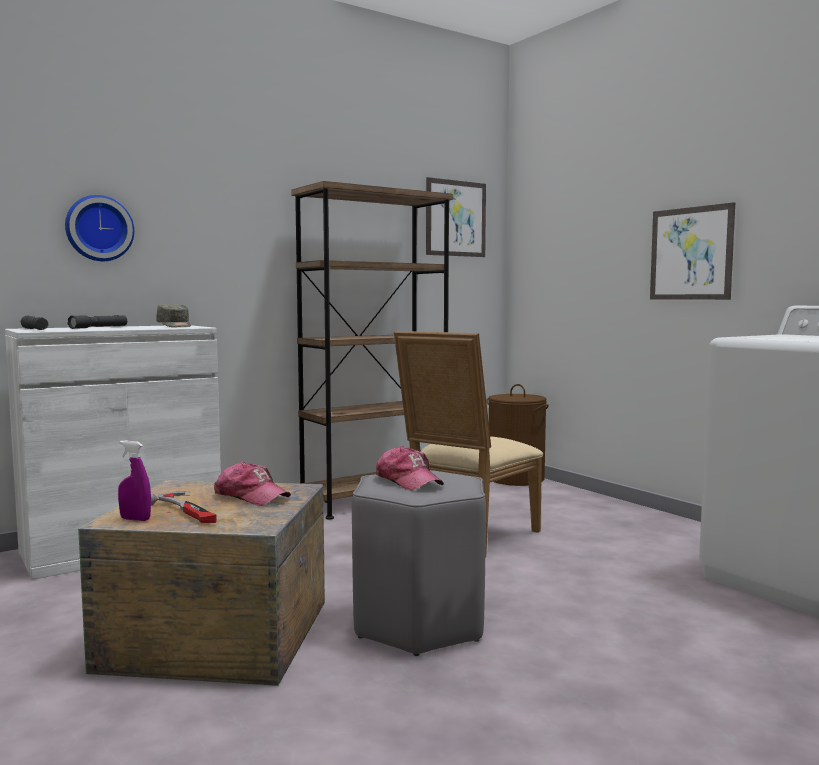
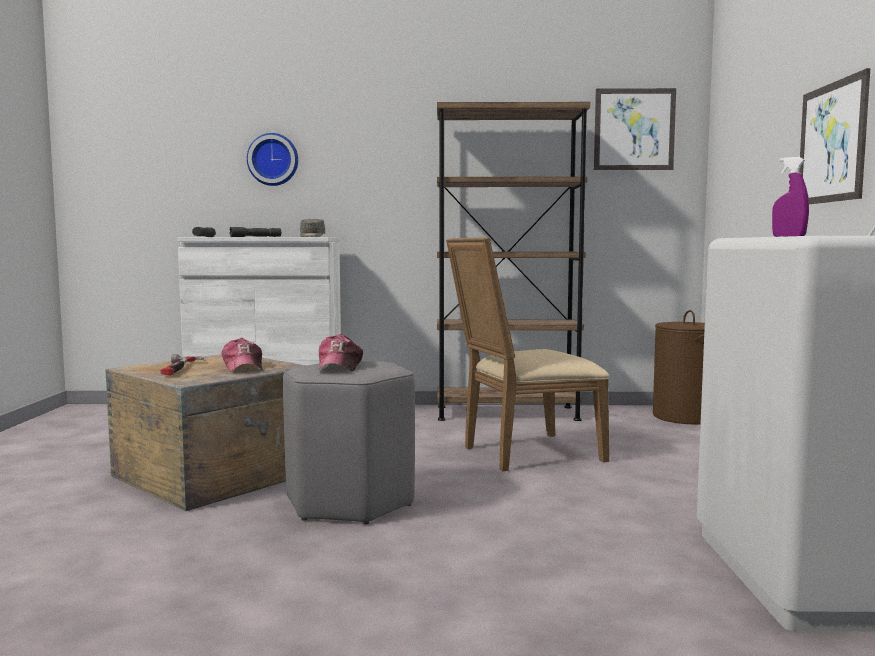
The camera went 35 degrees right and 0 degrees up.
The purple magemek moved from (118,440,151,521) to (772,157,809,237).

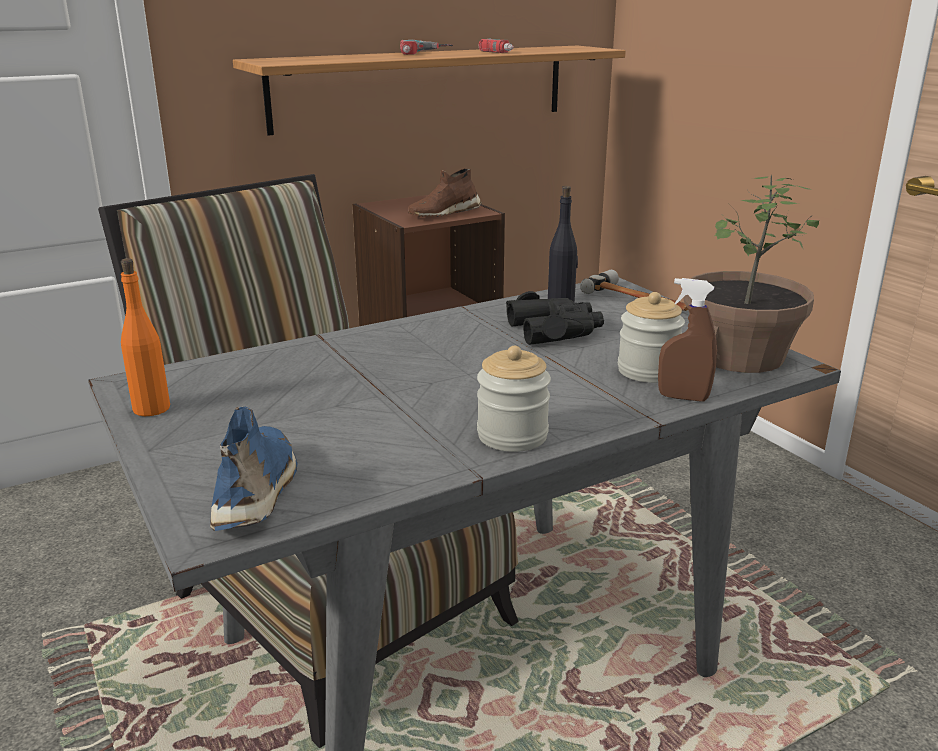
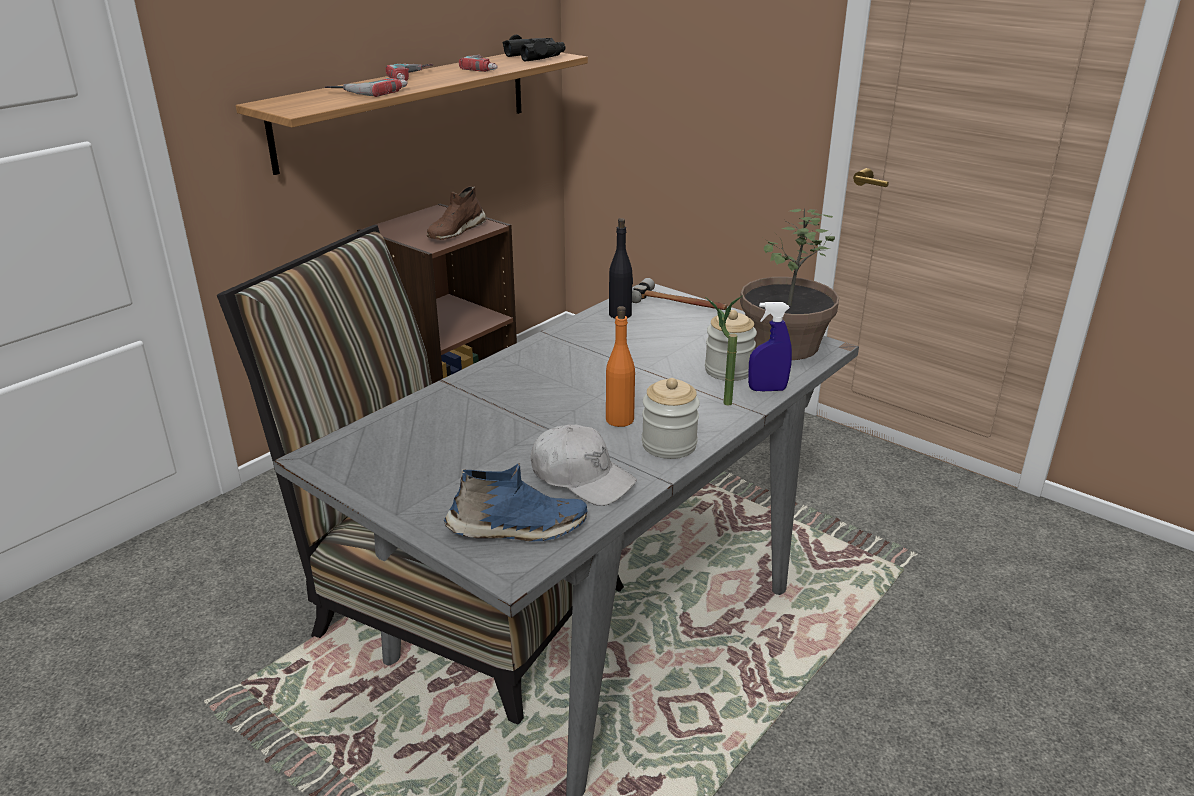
The camera went 20 degrees left and 5 degrees up.
The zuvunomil at (325,78,408,97) appeared.
The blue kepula at (210,407,298,531) turned 105 degrees clockwise.
The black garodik moved from (506,291,604,345) to (503,34,566,62).
The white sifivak at (531,424,637,506) appeared.
The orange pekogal moved from (121,258,170,416) to (606,306,635,427).
The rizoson at (707,296,742,406) appeared.
The brown magemek at (658,278,717,401) became the blue magemek at (748,302,792,391).

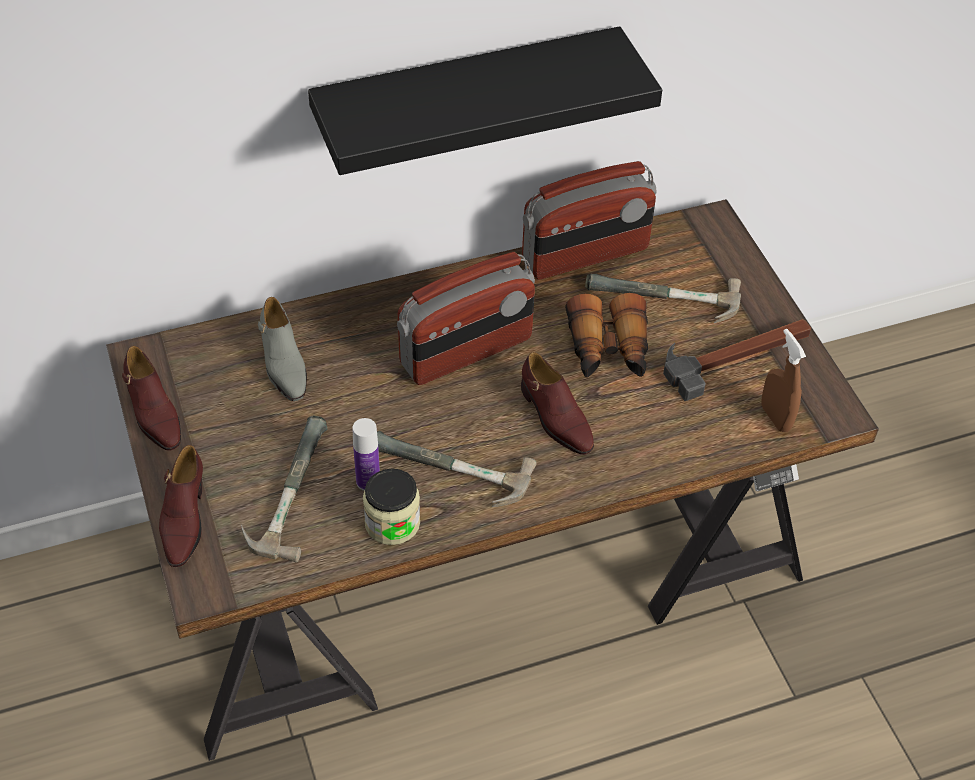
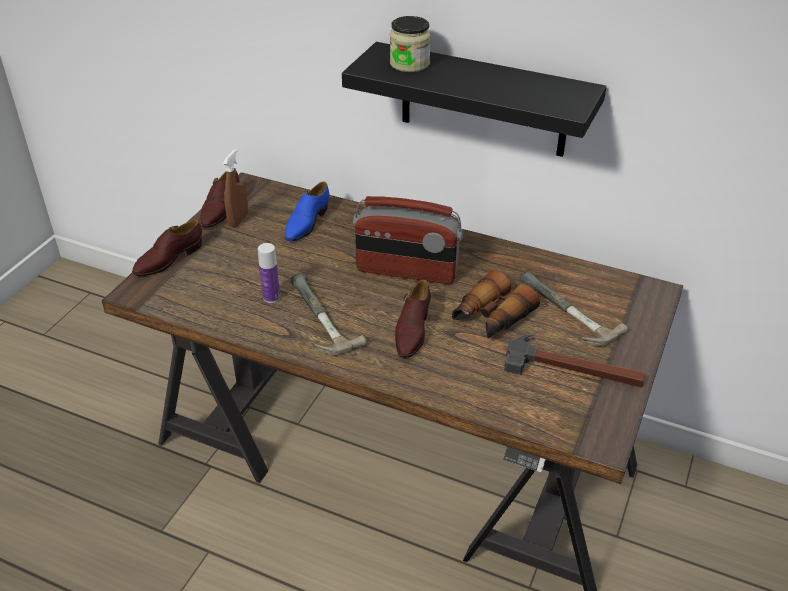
The camera went 45 degrees right and 10 degrees down.
The brown magemek moved from (761,329,806,432) to (223,149,248,228).
The grey kepula at (258,297,307,401) became the blue kepula at (285,181,329,241).
The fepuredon moved from (363,469,420,545) to (390,16,431,72).
The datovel at (241,415,328,562) disappeared.
The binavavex at (522,161,657,279) disappeared.

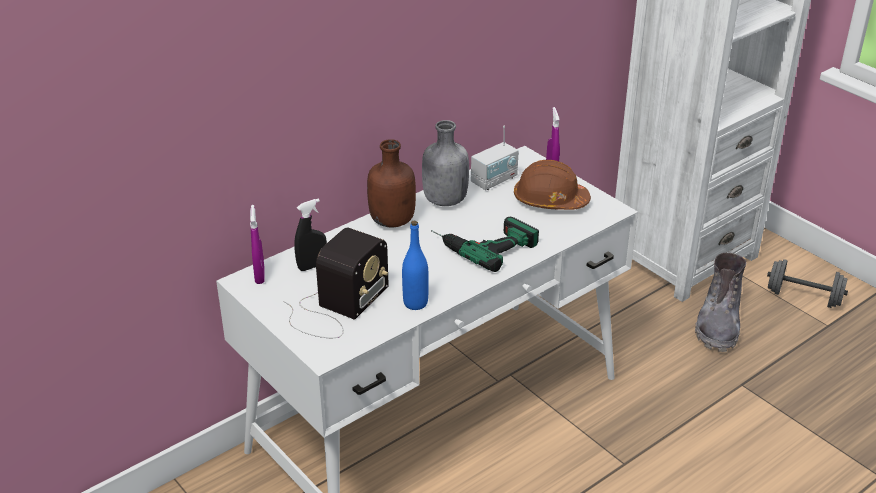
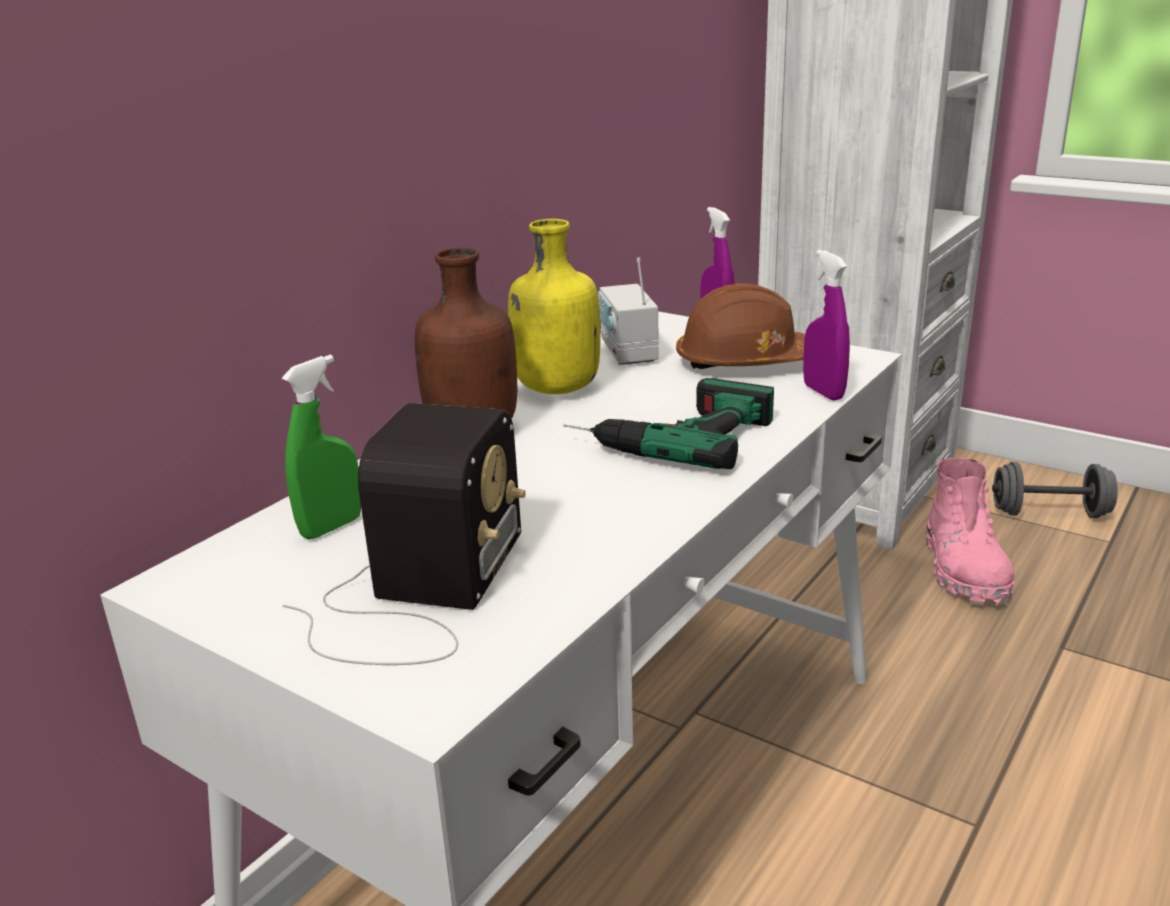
The camera went 15 degrees left and 10 degrees down.
The black magemek at (294,198,327,271) became the green magemek at (282,355,361,539).
The grey pekogal at (422,120,469,206) became the yellow pekogal at (508,219,600,394).
The binavavex at (471,125,519,190) turned 135 degrees clockwise.
The purple magemek moved from (250,205,265,284) to (803,250,850,401).
The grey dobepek at (695,253,746,352) became the pink dobepek at (926,457,1014,606).
The blue pekogal at (402,221,429,310) disappeared.

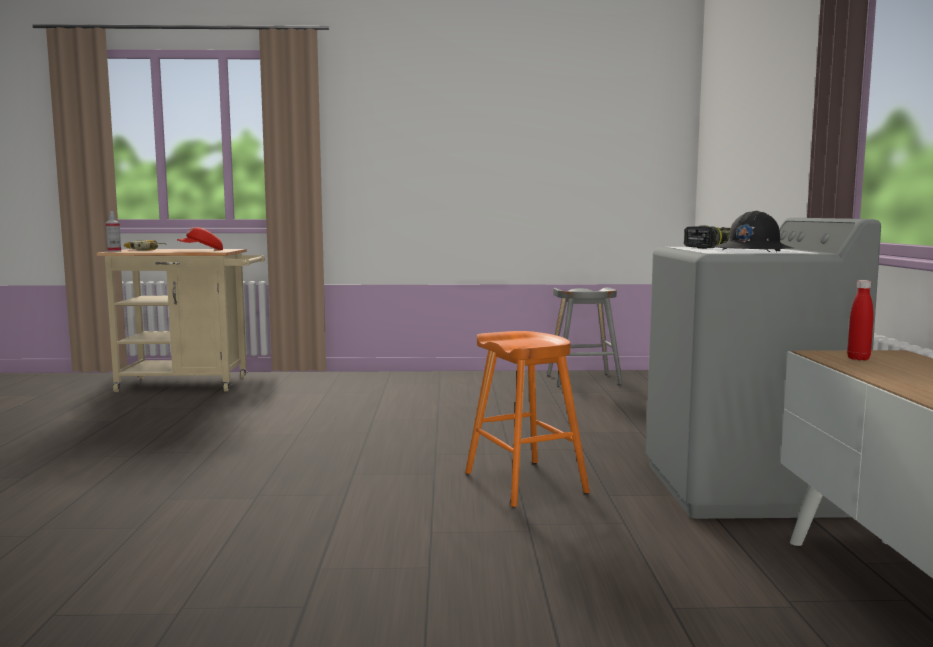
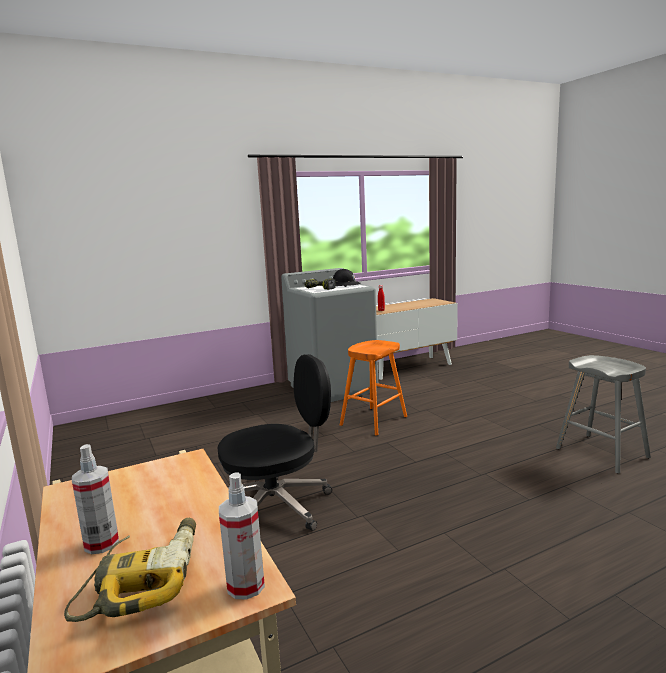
The camera went 115 degrees left and 5 degrees up.
The magemek at (72,444,119,554) appeared.
The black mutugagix at (217,354,332,531) appeared.
The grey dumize moved from (547,287,623,386) to (556,355,651,474).
The red sifivak at (177,227,223,251) disappeared.

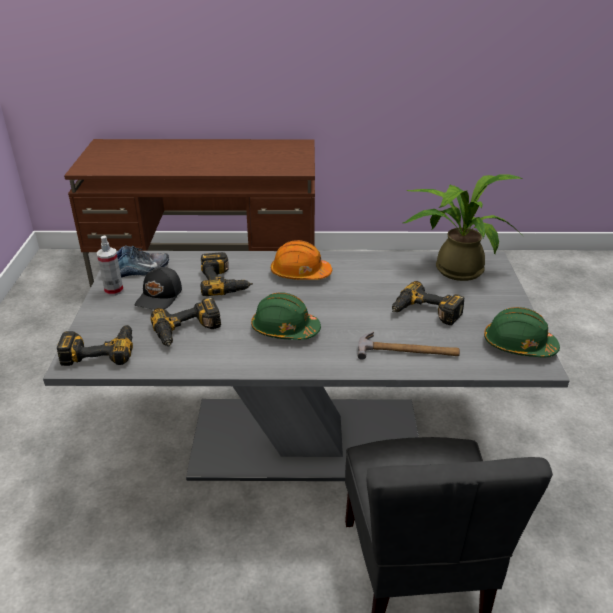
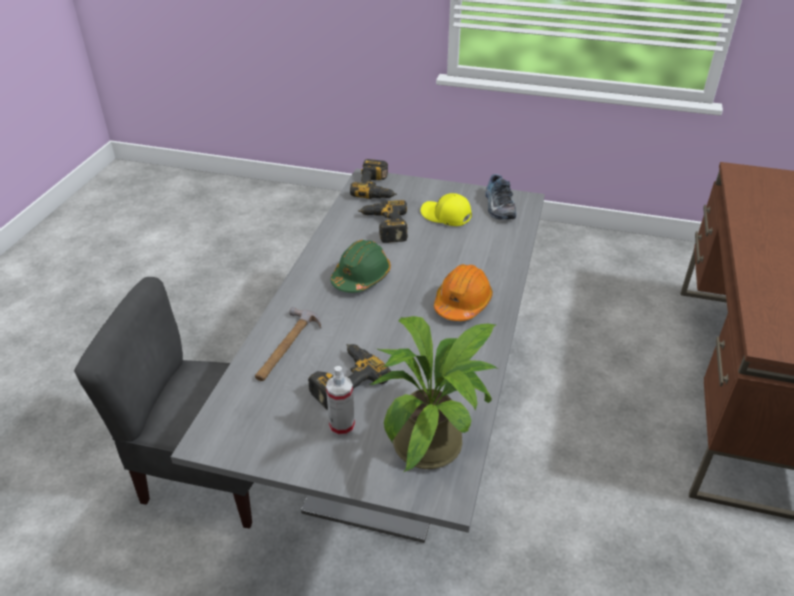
The camera went 105 degrees right and 5 degrees up.
The magemek moved from (97,236,124,296) to (326,366,355,436).
The black sifivak at (135,267,182,310) became the yellow sifivak at (421,193,472,226).
The zuvunomil at (201,252,253,296) disappeared.
The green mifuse at (484,307,560,358) disappeared.

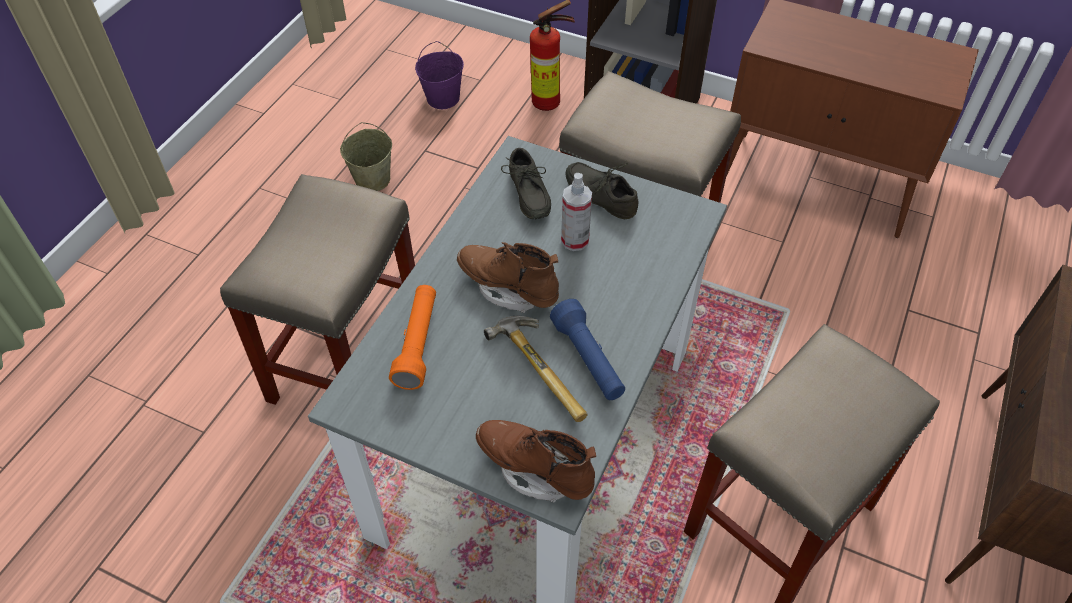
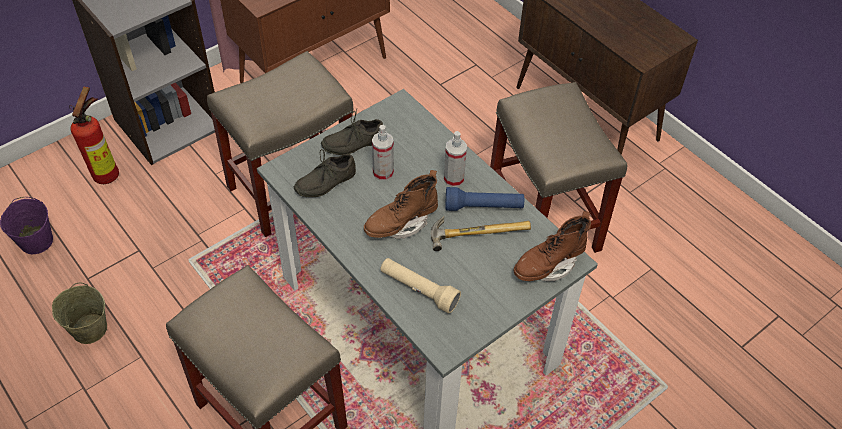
The camera went 65 degrees left and 0 degrees up.
The grey kepula at (501,148,551,219) turned 135 degrees clockwise.
The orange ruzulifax at (389,285,436,390) became the beige ruzulifax at (380,258,461,314).
The magemek at (444,131,467,187) appeared.

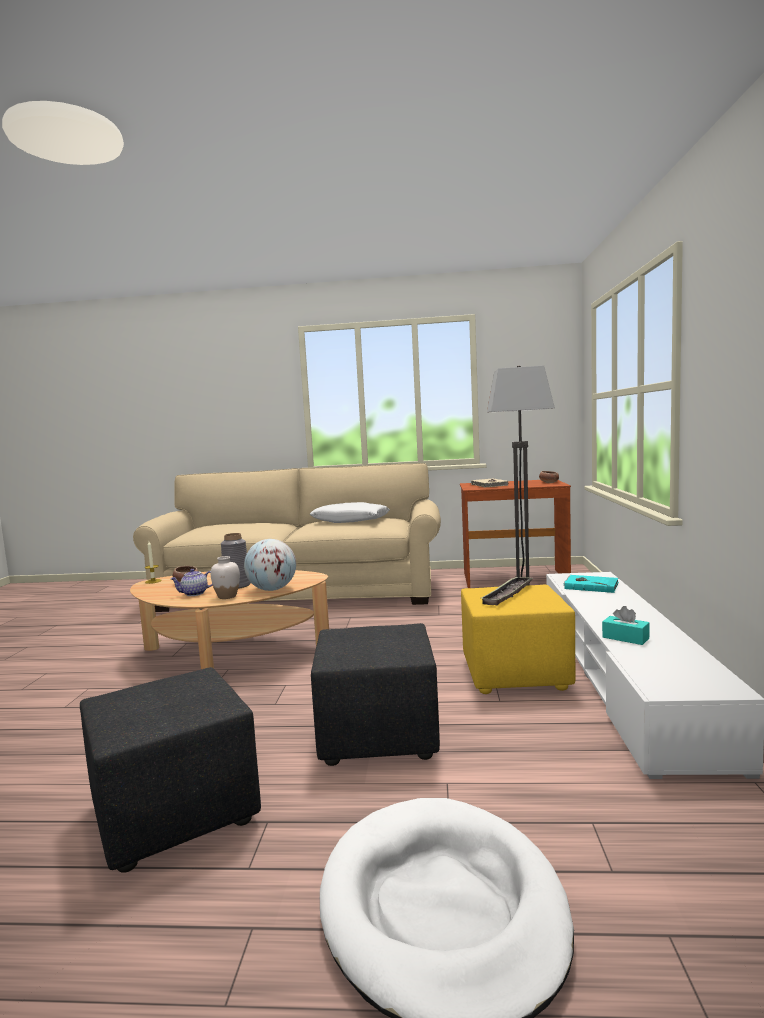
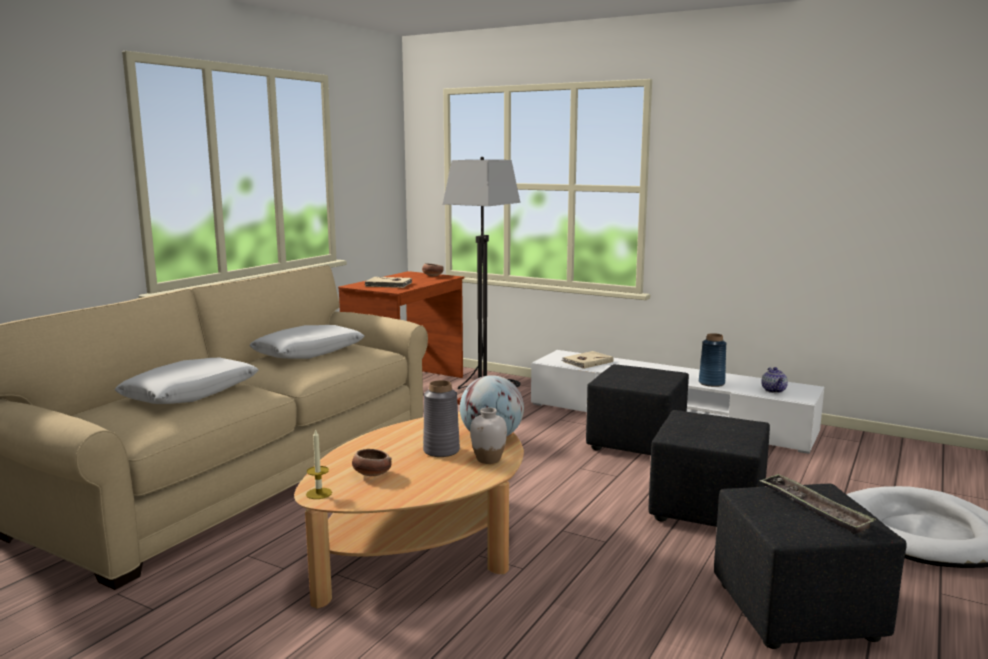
The camera went 65 degrees left and 5 degrees up.
The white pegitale at (115,358,259,404) appeared.
The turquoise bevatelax at (564,575,619,593) became the beige bevatelax at (562,351,613,369).
The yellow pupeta at (461,585,575,694) became the black pupeta at (586,364,689,455).
The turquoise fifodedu at (602,606,649,645) was replaced by the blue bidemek at (699,333,727,387).
The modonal moved from (481,577,533,605) to (760,474,876,534).
The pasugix moved from (170,569,213,596) to (761,367,788,393).

